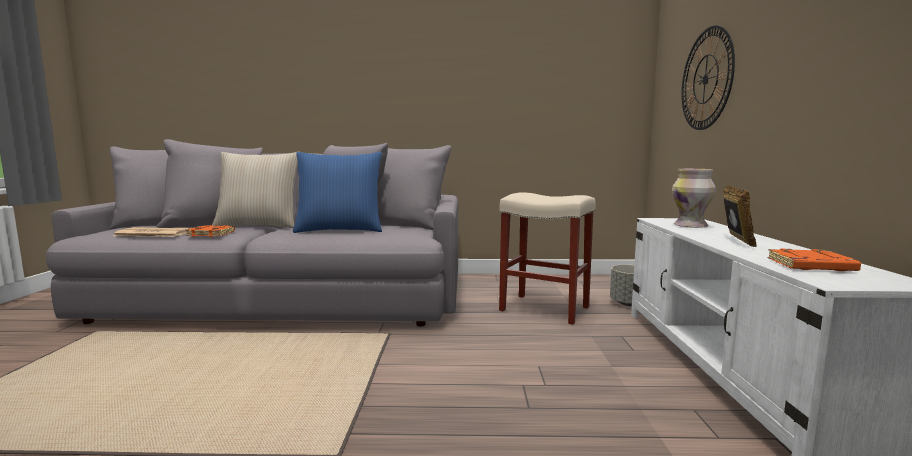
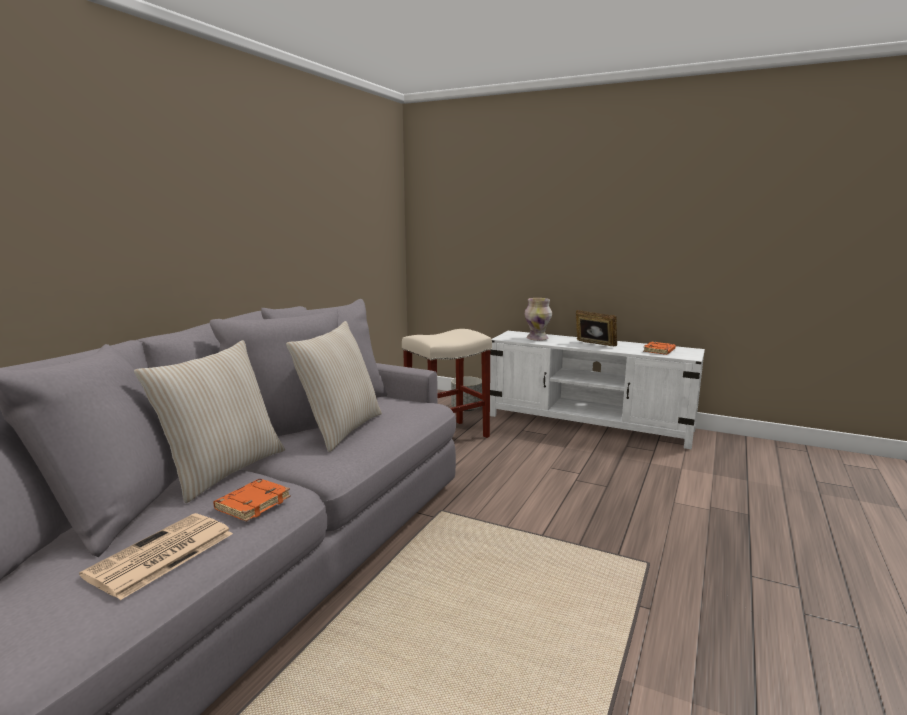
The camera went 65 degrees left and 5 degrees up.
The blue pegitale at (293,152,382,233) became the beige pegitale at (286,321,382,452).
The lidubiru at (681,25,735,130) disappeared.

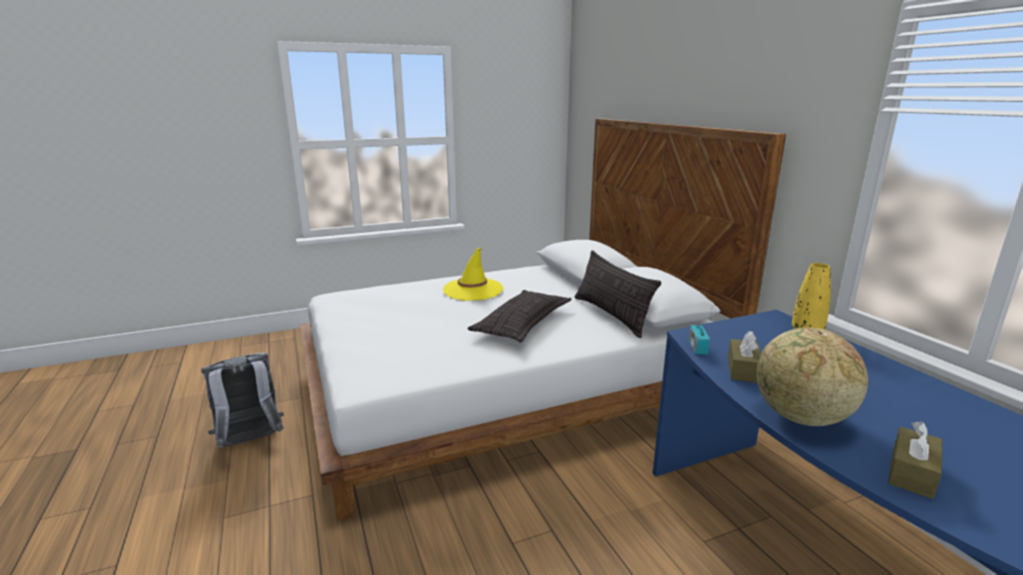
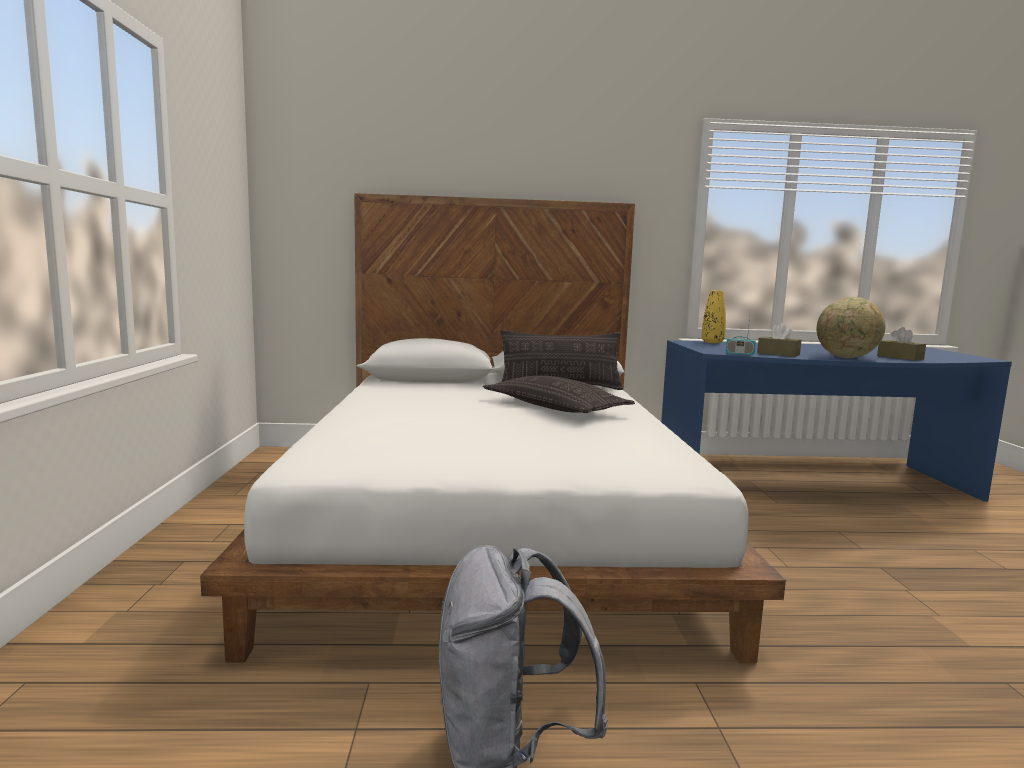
The camera went 70 degrees left and 10 degrees down.
The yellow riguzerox at (443,247,503,301) disappeared.

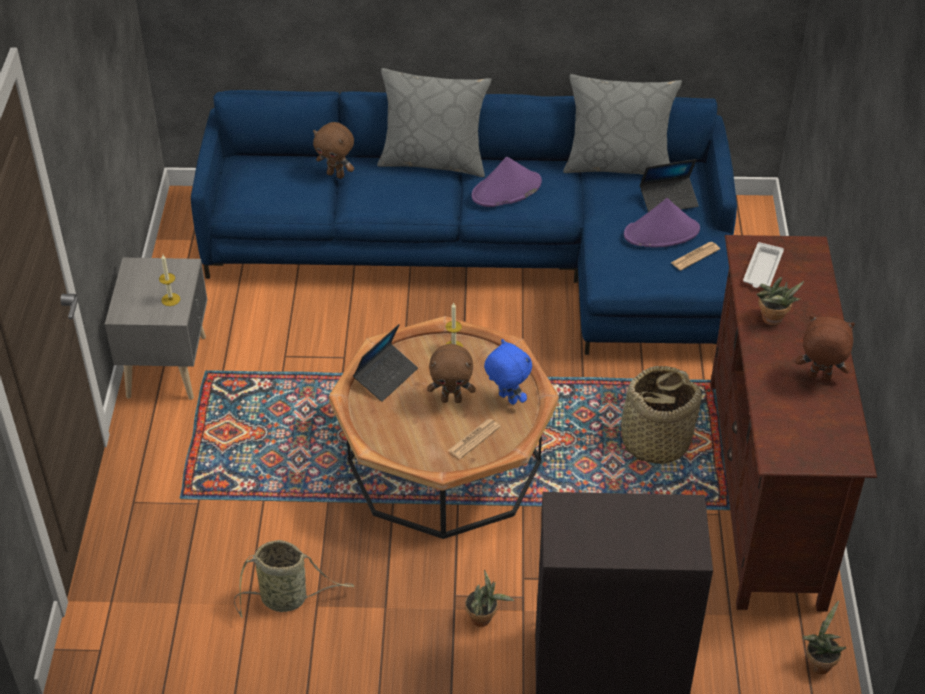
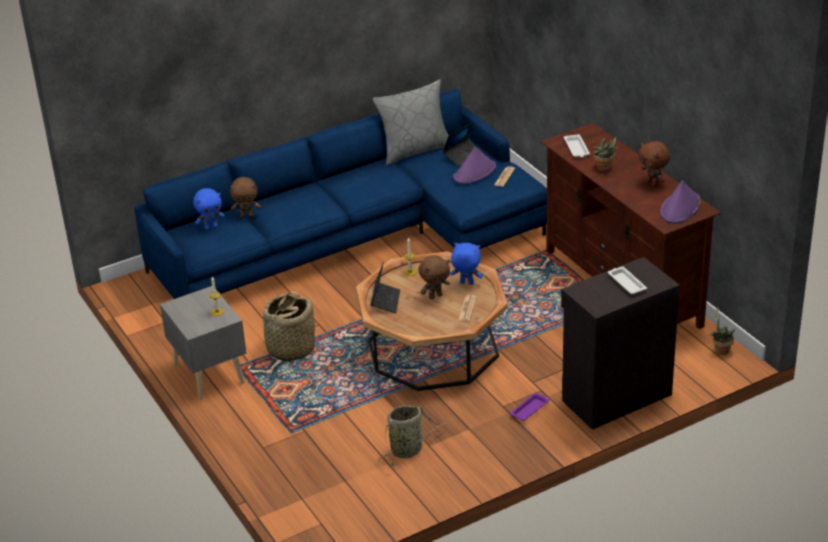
The camera went 30 degrees left and 10 degrees down.
The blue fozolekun at (193,188,225,230) appeared.
The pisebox moved from (609,366,702,464) to (263,292,315,361).
The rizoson at (465,570,514,627) was replaced by the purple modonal at (510,393,549,421).
The white modonal at (608,267,647,294) appeared.
The brown fozolekun at (796,315,855,381) turned 105 degrees counterclockwise.
The purple riguzerox moved from (471,157,542,207) to (660,180,701,224).
The grey pegitale at (377,68,492,177) disappeared.

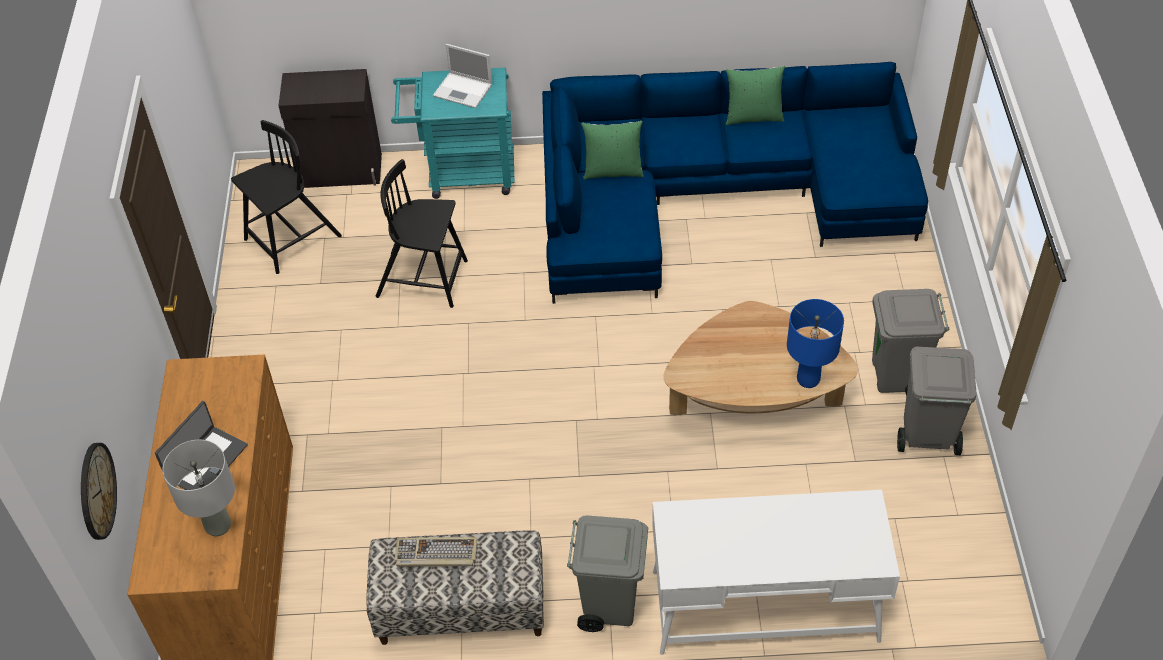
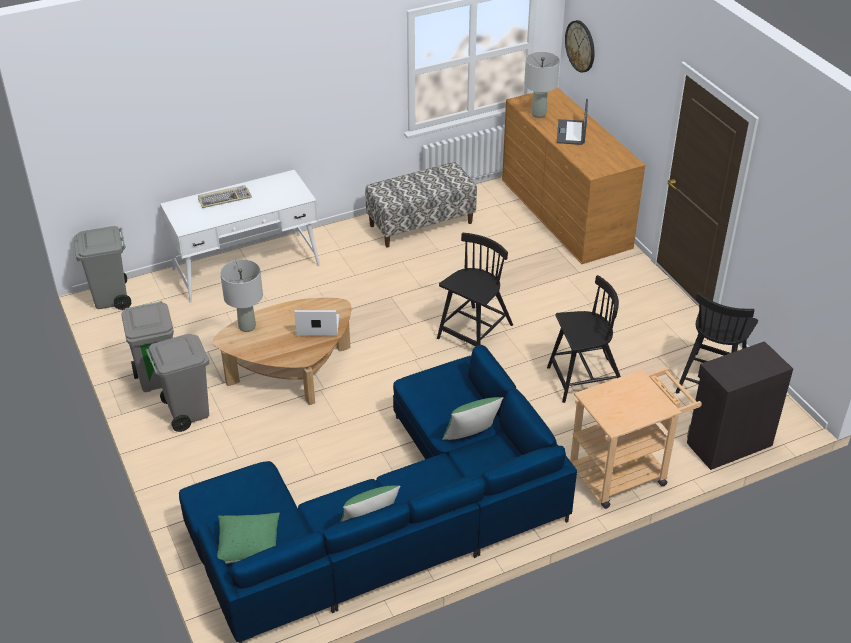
The camera went 155 degrees right and 10 degrees down.
The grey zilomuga moved from (567,516,648,632) to (74,226,131,310).
The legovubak moved from (395,537,477,567) to (198,185,252,208).
The green pegitale at (217,512,280,564) appeared.
The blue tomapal at (787,299,844,388) became the grey tomapal at (220,259,263,332).
The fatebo moved from (433,44,492,108) to (294,310,340,336).
The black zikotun at (437,233,513,346) appeared.
The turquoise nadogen at (391,68,515,199) became the beige nadogen at (570,367,702,509).

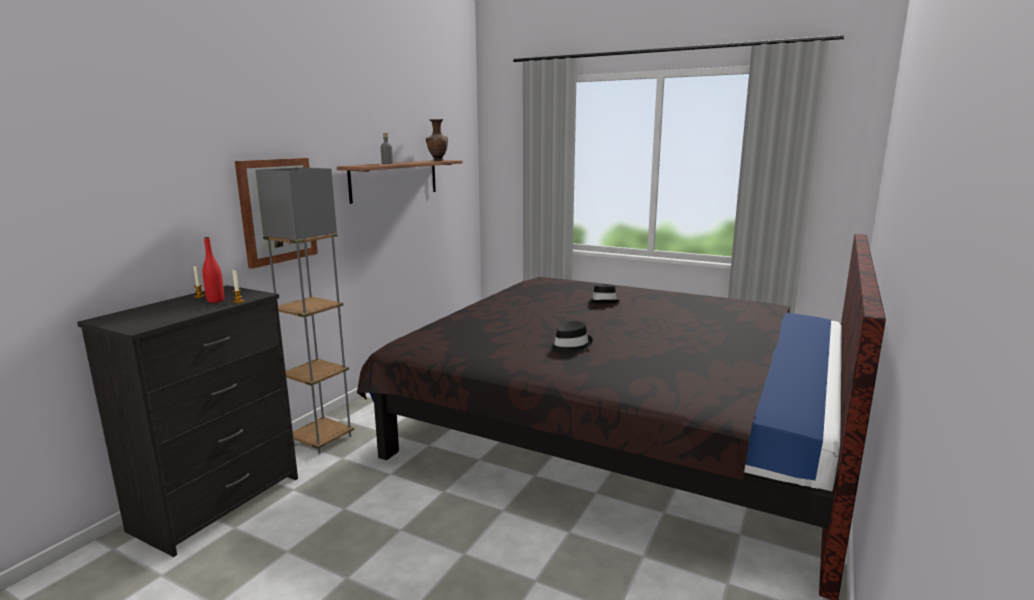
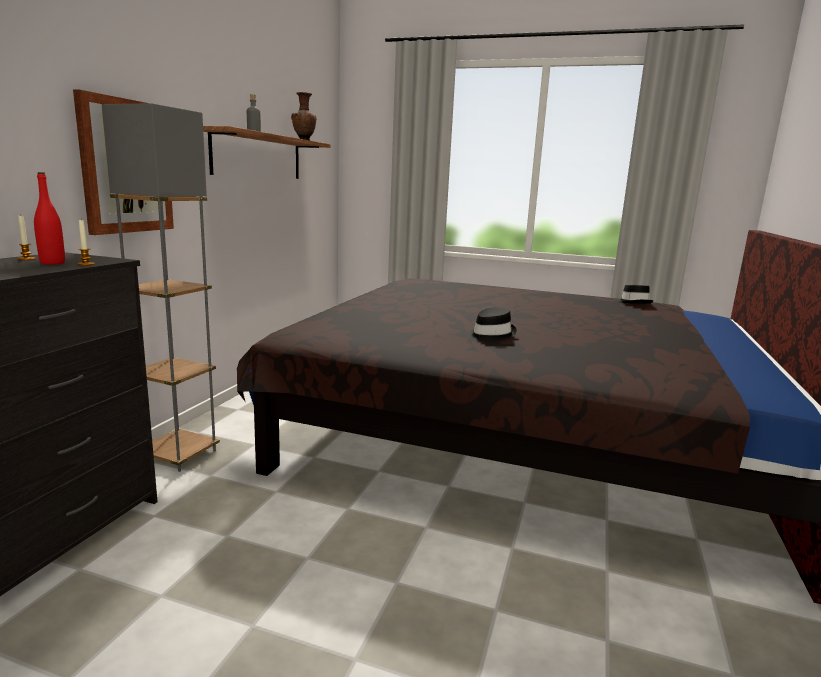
The camera went 10 degrees left and 0 degrees up.
The black riguzerox moved from (588,284,620,303) to (616,285,653,304).

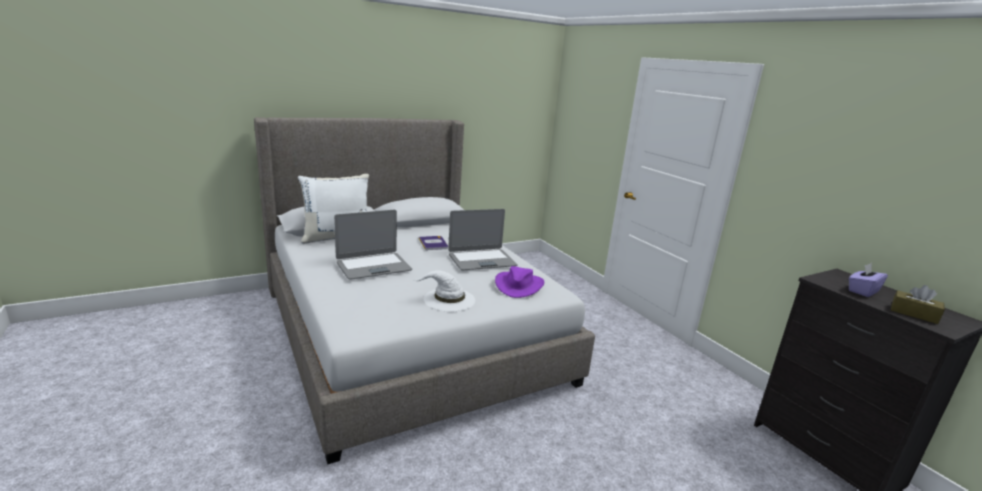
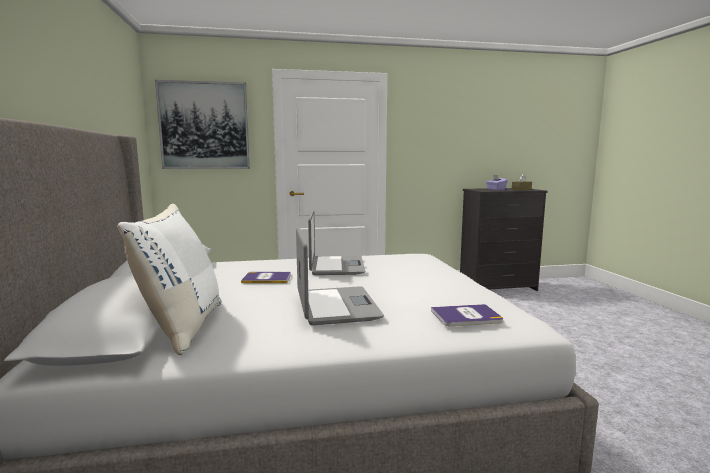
The camera went 70 degrees left and 10 degrees down.
The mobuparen at (155,80,250,169) appeared.
The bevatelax at (431,304,503,326) appeared.
The white riguzerox at (413,271,475,312) disappeared.
The purple riguzerox at (495,266,544,298) disappeared.

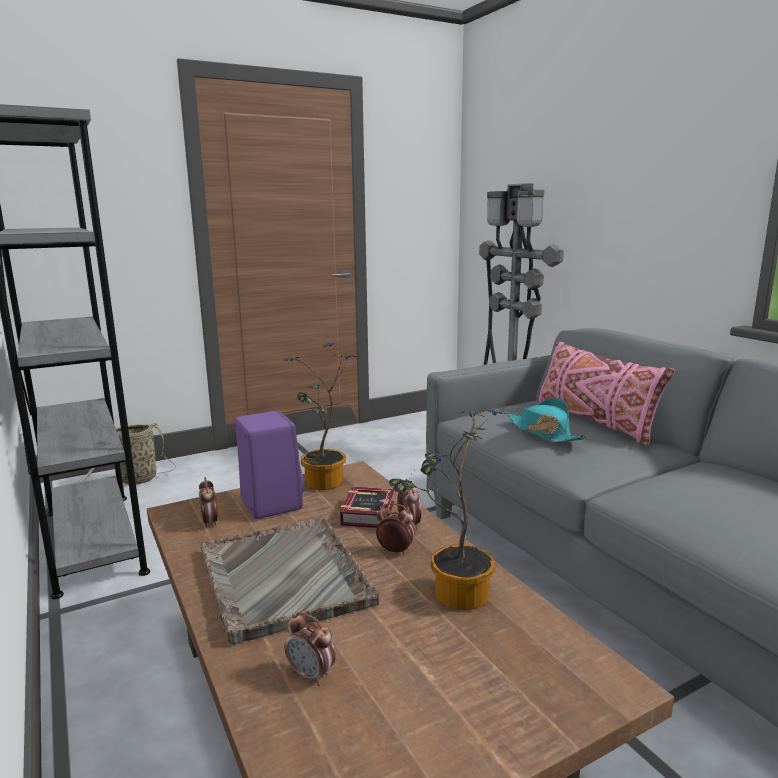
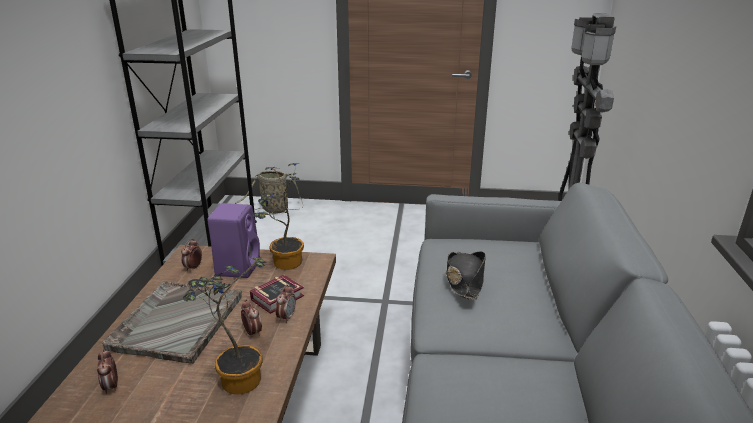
The camera went 35 degrees right and 10 degrees up.
The turquoise riguzerox at (508,398,588,443) became the black riguzerox at (446,251,486,300).
The pink pegitale at (538,341,675,446) disappeared.

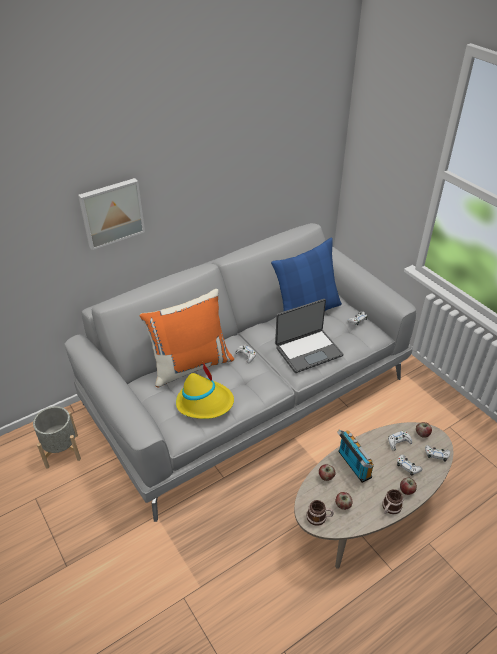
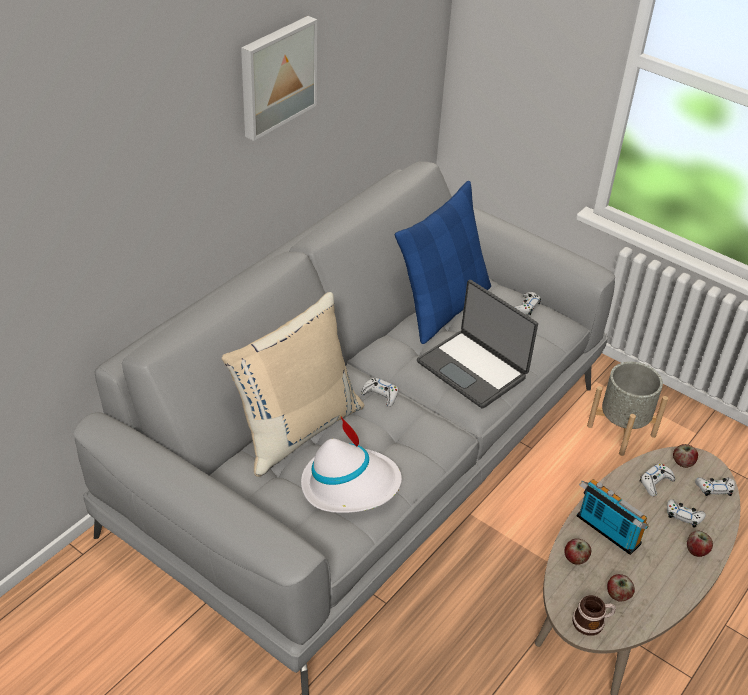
The camera went 20 degrees left and 0 degrees up.
The orange pegitale at (139,289,234,388) became the beige pegitale at (222,292,364,477).
The mobuparen moved from (78,178,145,250) to (241,16,317,141).
The yellow riguzerox at (176,361,234,419) became the white riguzerox at (301,417,402,513).
The fatebo at (275,299,343,373) turned 90 degrees clockwise.
The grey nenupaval moved from (33,406,81,468) to (587,362,668,456).
The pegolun at (382,489,403,514) disappeared.

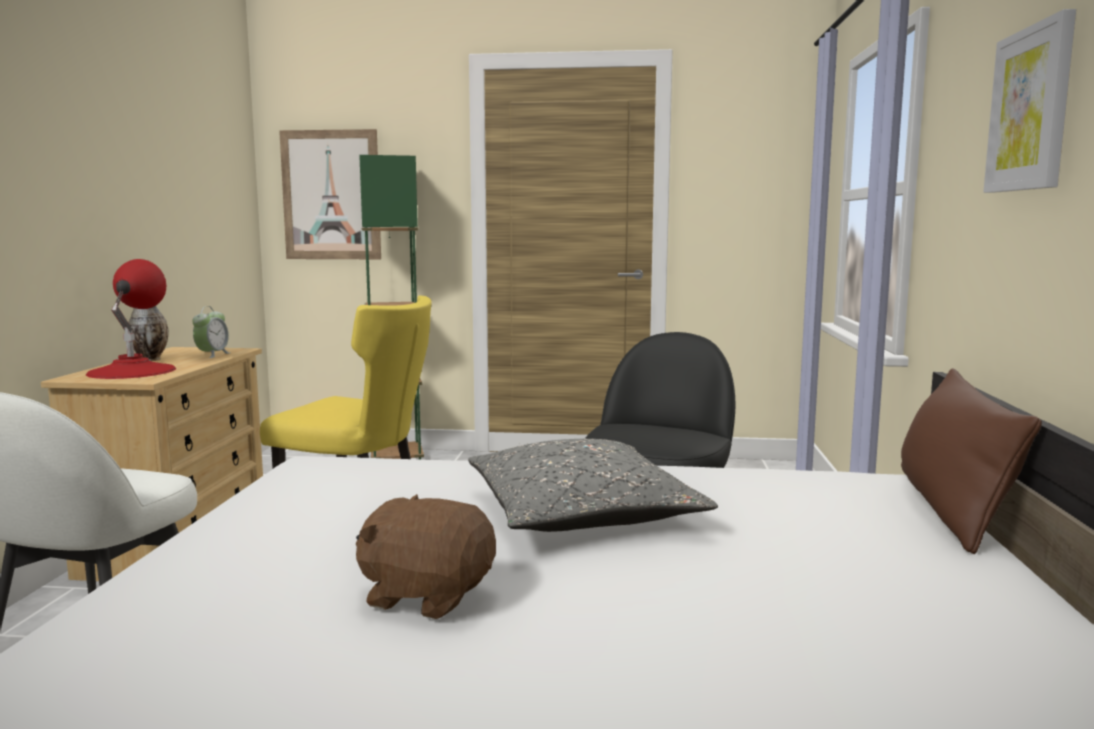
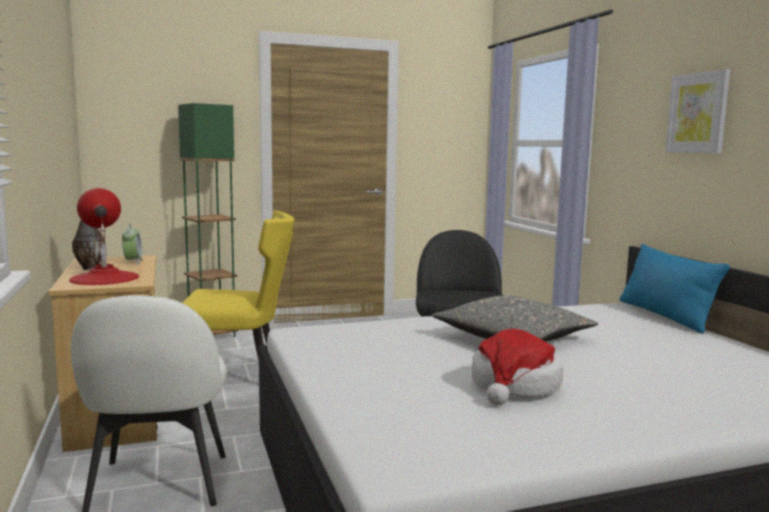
The camera went 25 degrees left and 0 degrees up.
The brown fozolekun at (356,494,496,619) was replaced by the riguzerox at (472,329,563,405).
The brown pegitale at (901,368,1042,554) became the blue pegitale at (620,244,730,334).
The mobuparen at (279,129,381,259) disappeared.

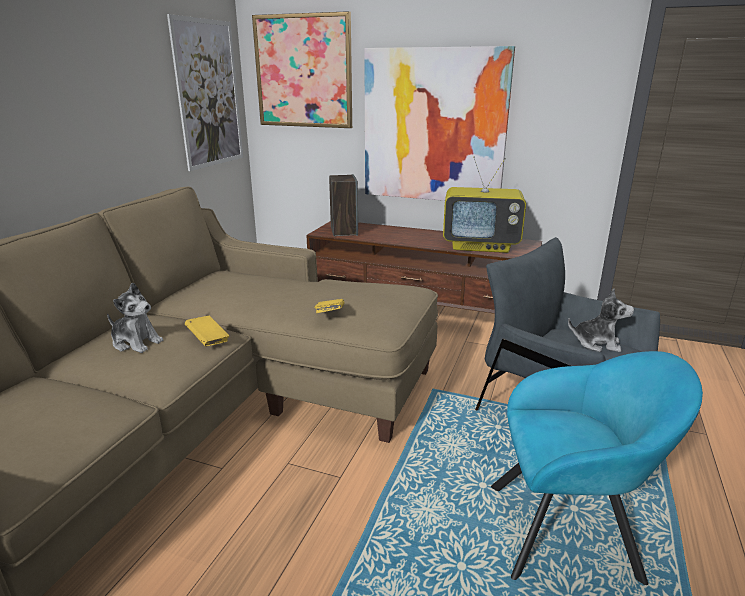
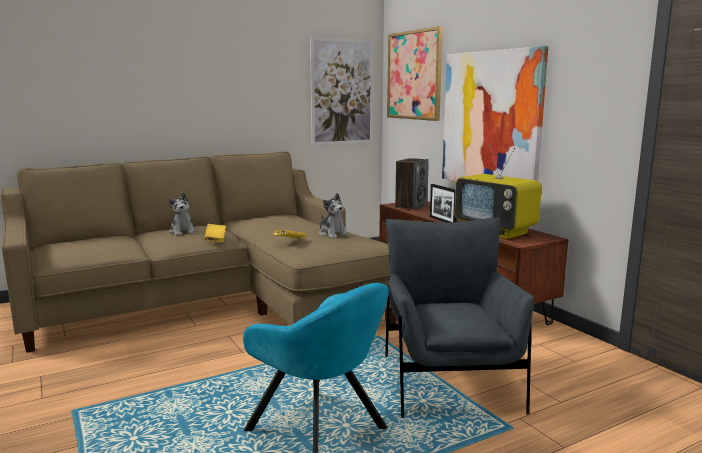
The camera went 40 degrees right and 10 degrees down.
The fozolekun moved from (568,289,634,352) to (319,193,349,239).
The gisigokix at (430,184,457,223) appeared.

